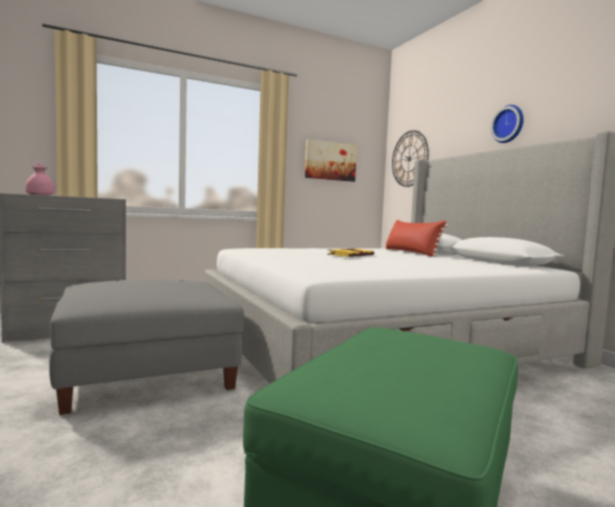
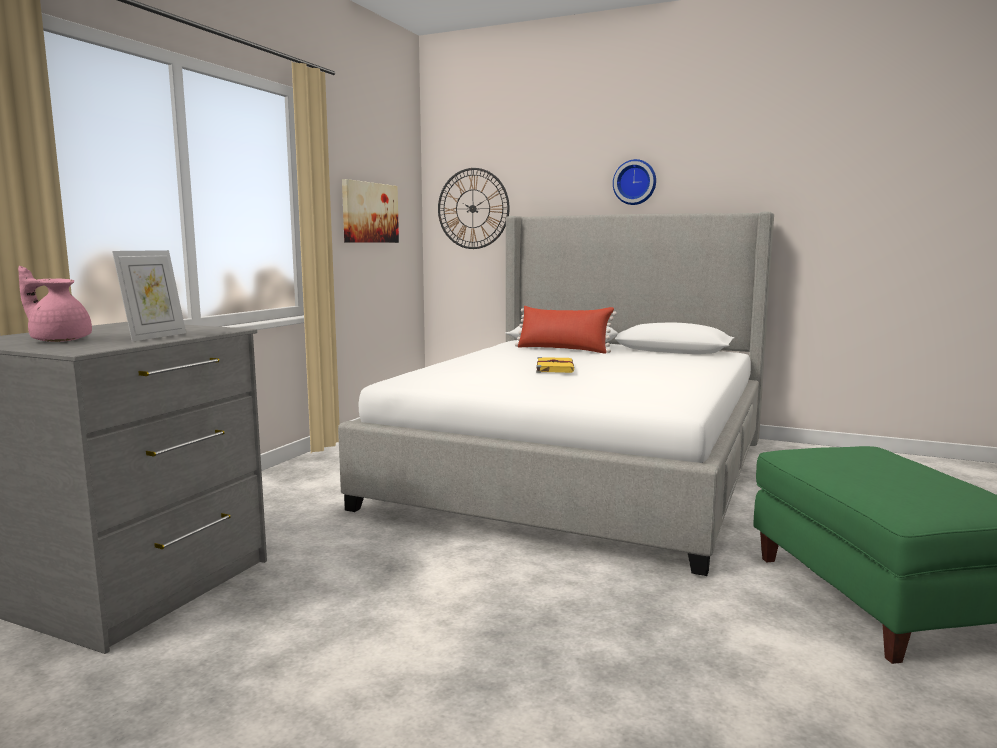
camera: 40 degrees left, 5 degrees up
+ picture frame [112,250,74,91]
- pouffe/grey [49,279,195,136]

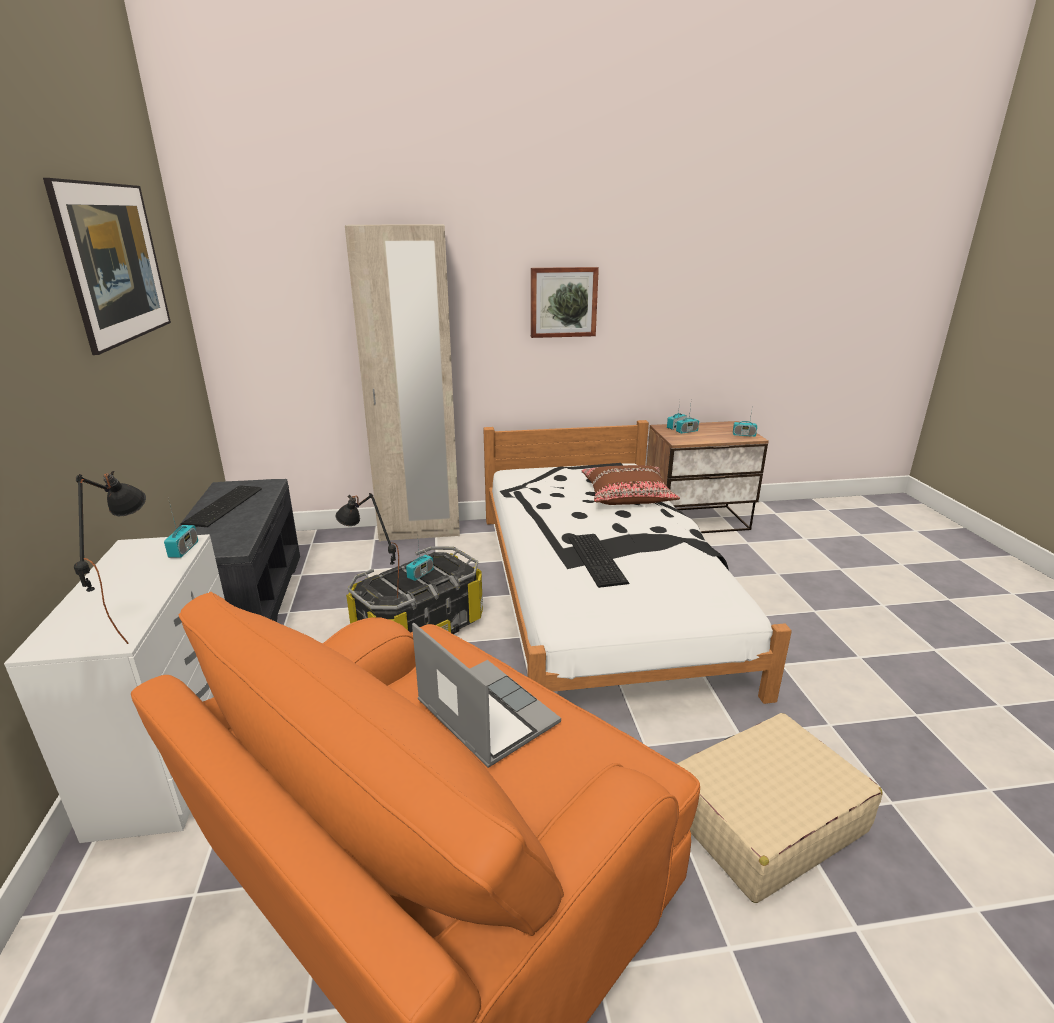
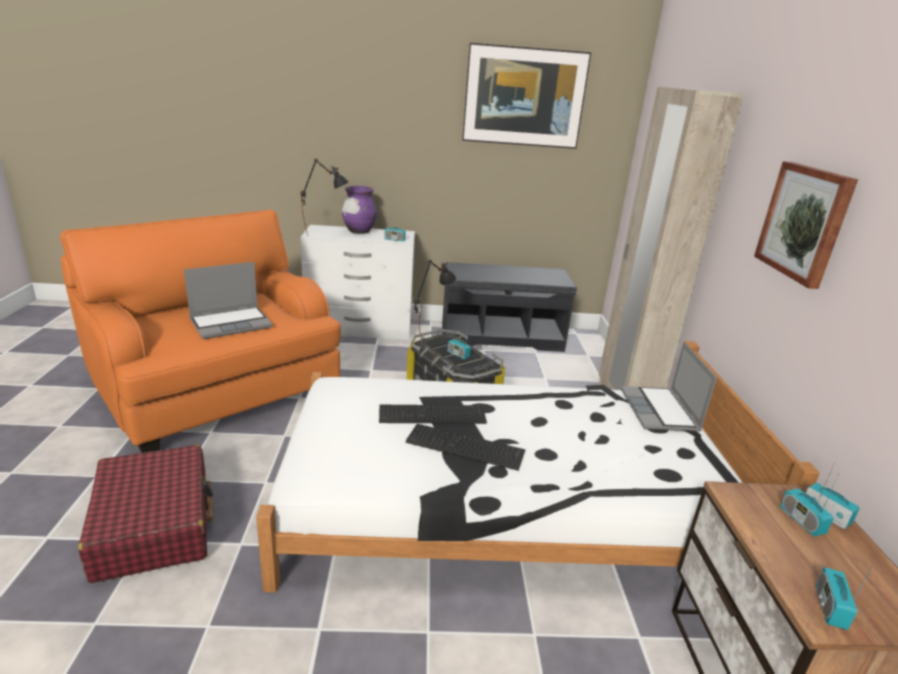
camera: 95 degrees right, 0 degrees up
~ travel case/sand-coloured [677,713,206,190] to travel case/red-coloured [78,445,136,138]
+ vase/purple-coloured [342,186,35,48]
~ computer keyboard [181,485,81,42] to [406,424,119,47]
+ laptop [621,342,96,89]
- pillow/brown [581,465,99,40]

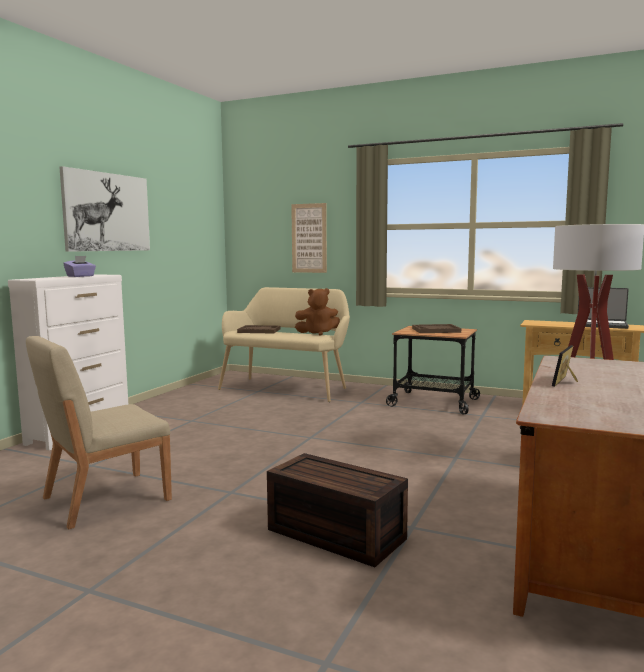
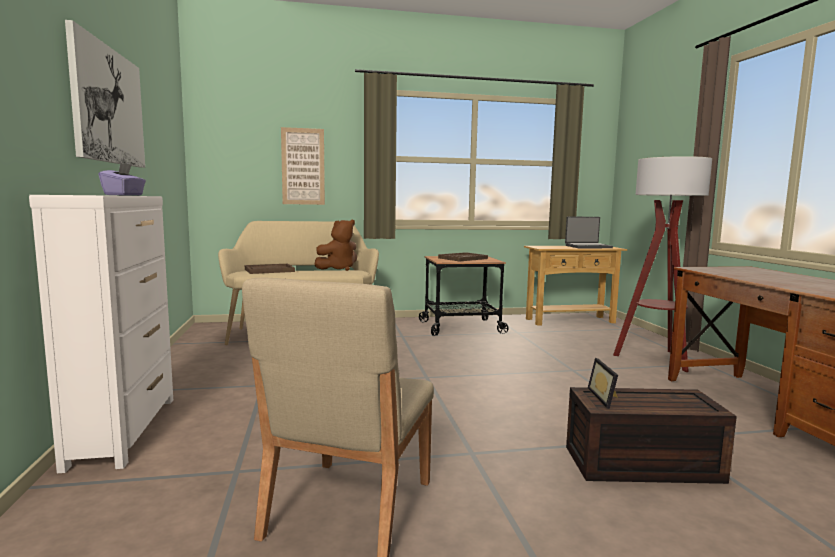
camera: 35 degrees left, 0 degrees up
~ picture frame [552,345,26,42] to [588,358,30,51]

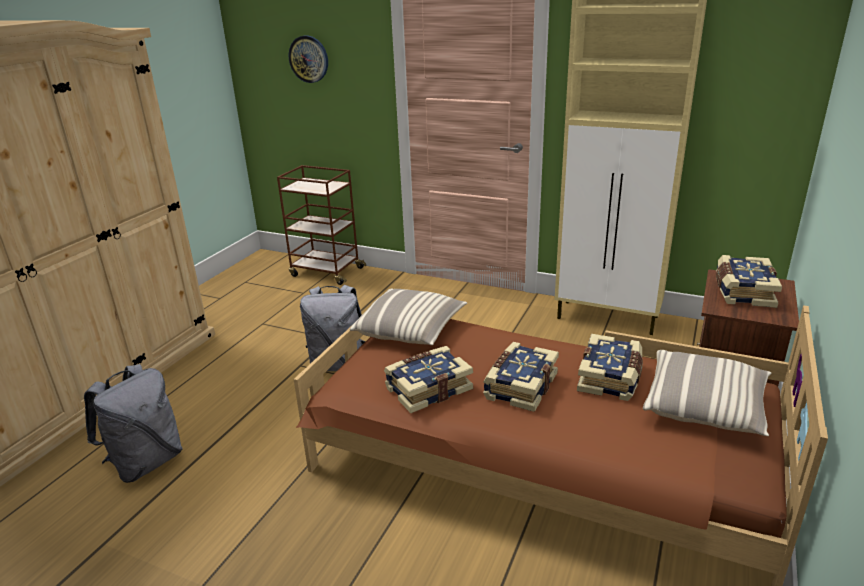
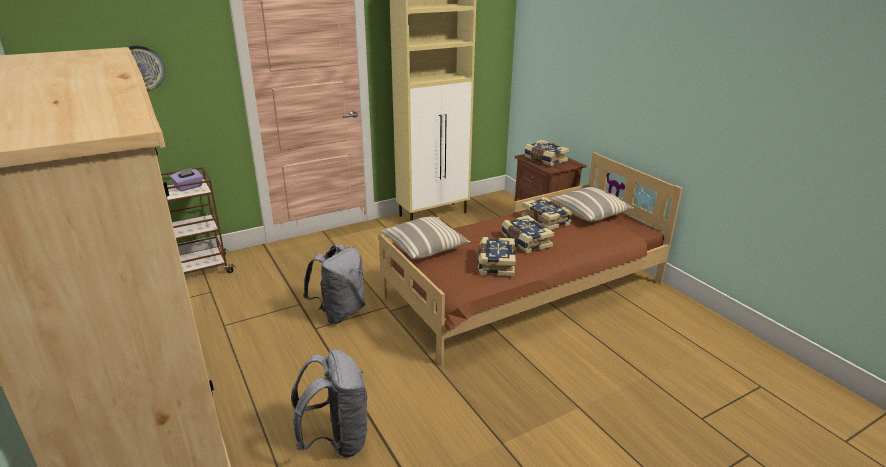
camera: 55 degrees left, 0 degrees up
+ box of tissues/purple-coloured [170,168,33,23]

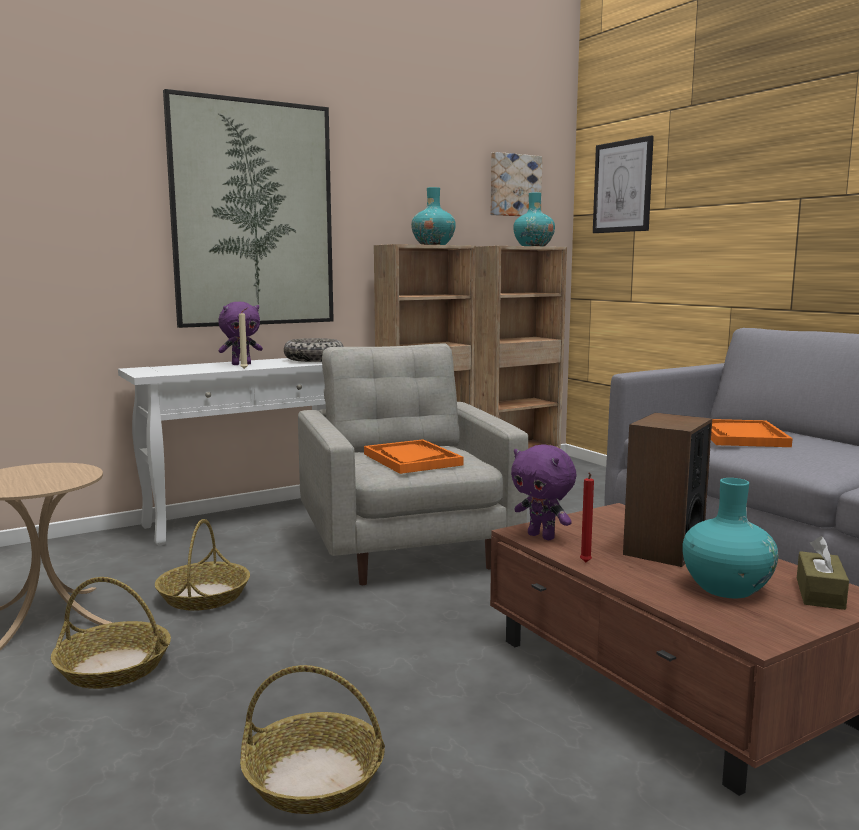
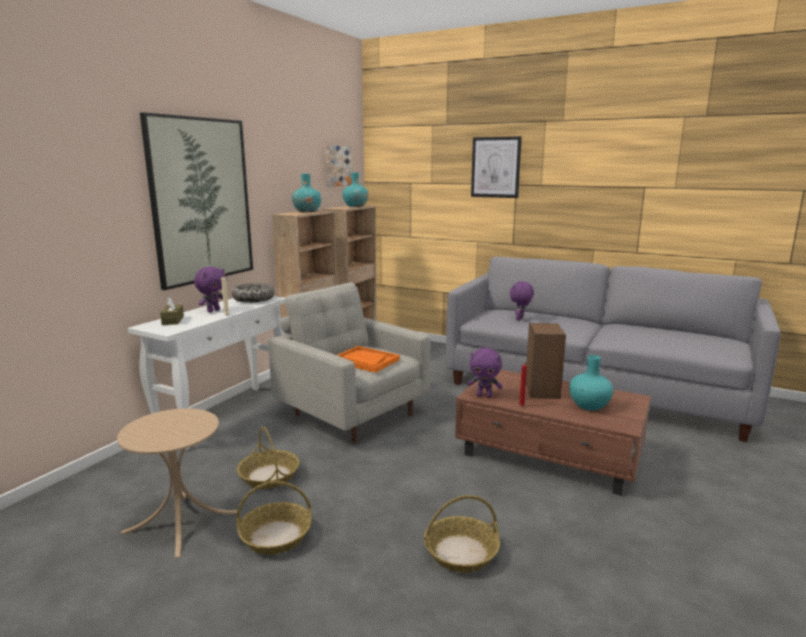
camera: 30 degrees left, 5 degrees up
~ box of tissues/brown [797,536,52,74] to [160,297,24,28]
~ picture [593,136,61,97] to [471,136,51,62]
~ tray/orange-coloured [711,419,82,28] to cuddly toy/purple-coloured [510,281,24,40]

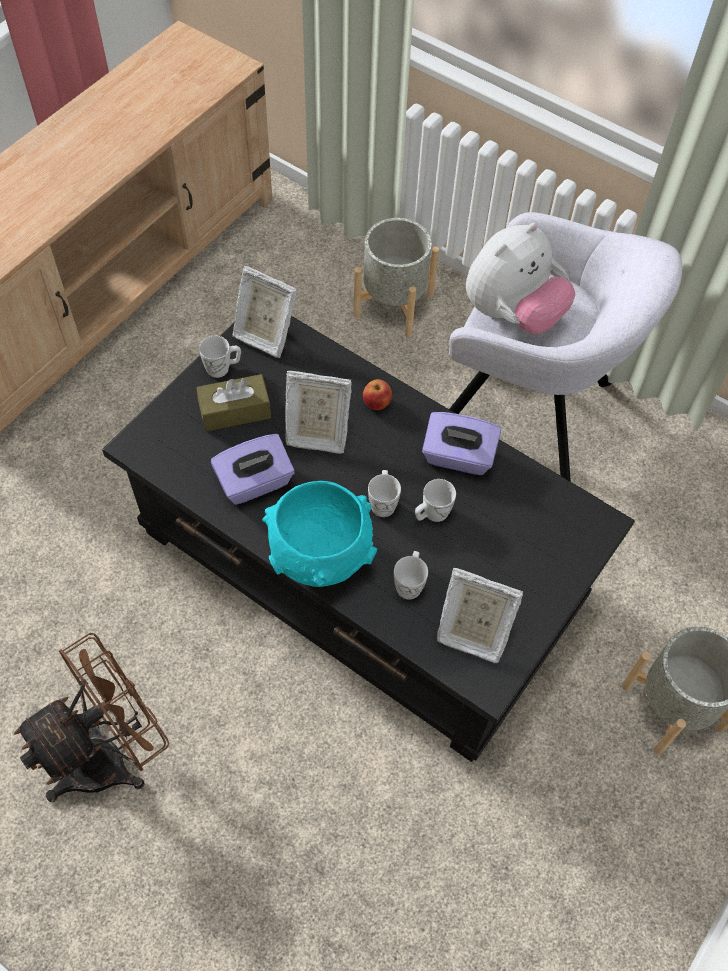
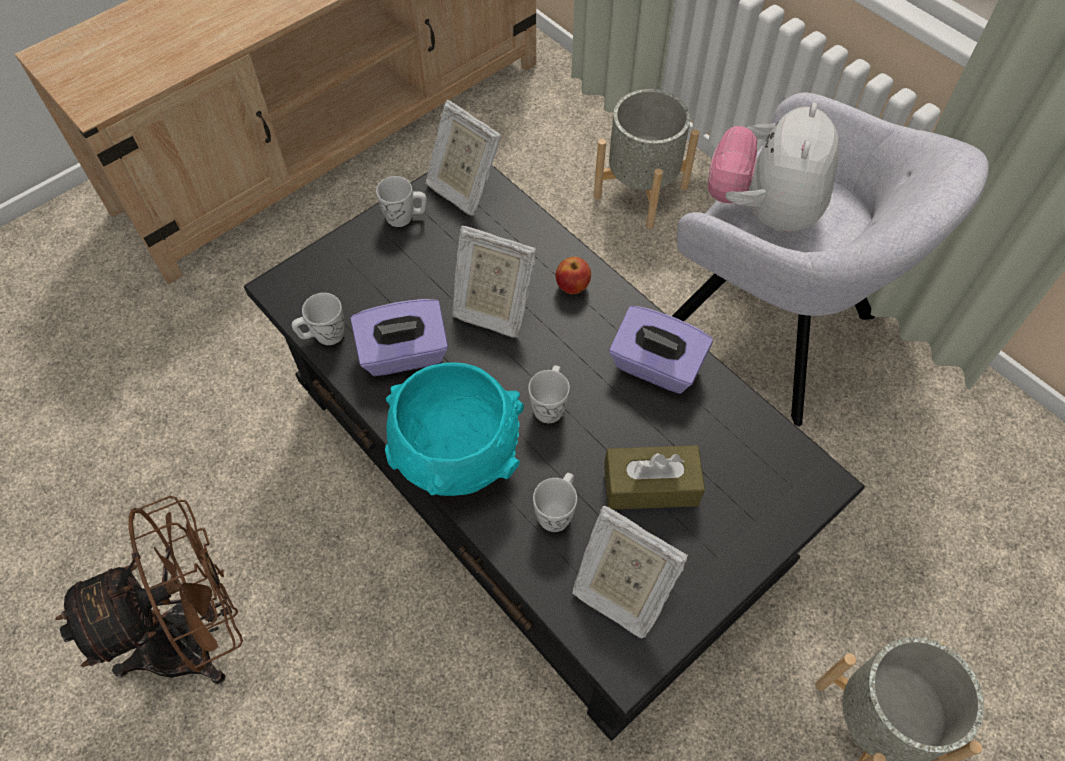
camera: 15 degrees right, 0 degrees up
~ mug/white-coloured [415,479,41,43] to [292,293,52,52]
~ box of tissues/brown [197,374,74,57] to [604,445,101,64]
~ cuddly toy [466,223,109,111] = [708,103,131,129] 135 degrees clockwise

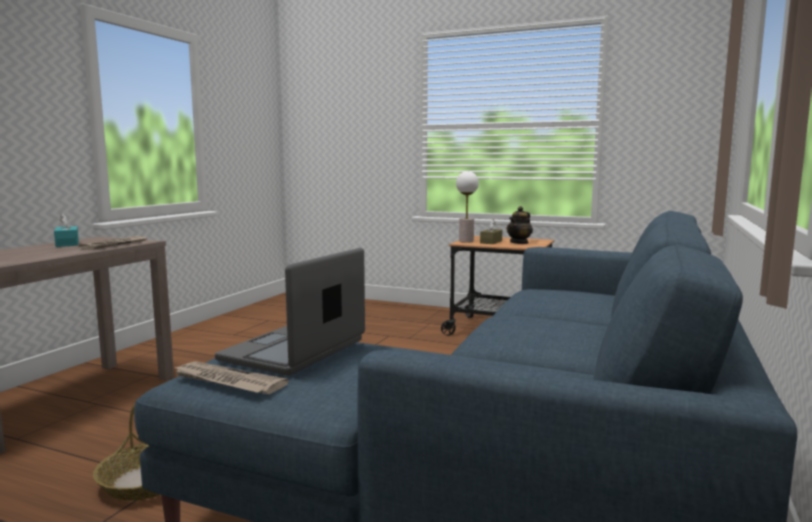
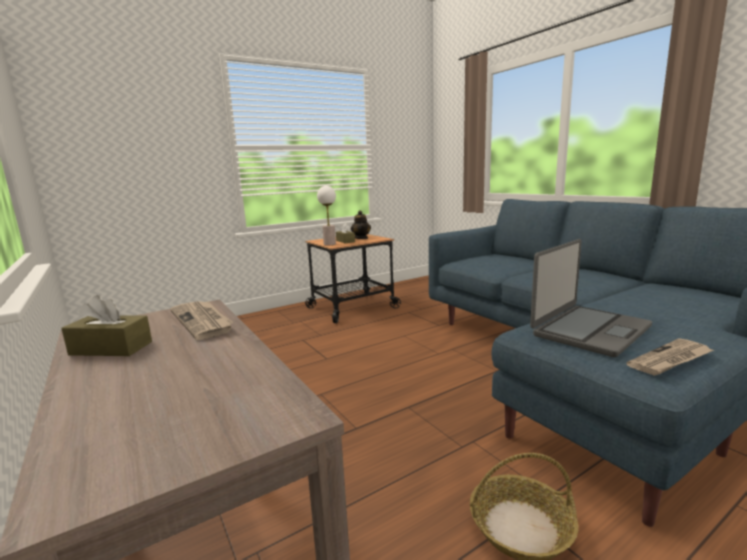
camera: 55 degrees left, 5 degrees up
~ box of tissues/blue-green [54,213,25,34] to box of tissues/brown [61,295,91,61]
~ laptop [215,248,150,128] = [530,239,122,118] 105 degrees counterclockwise

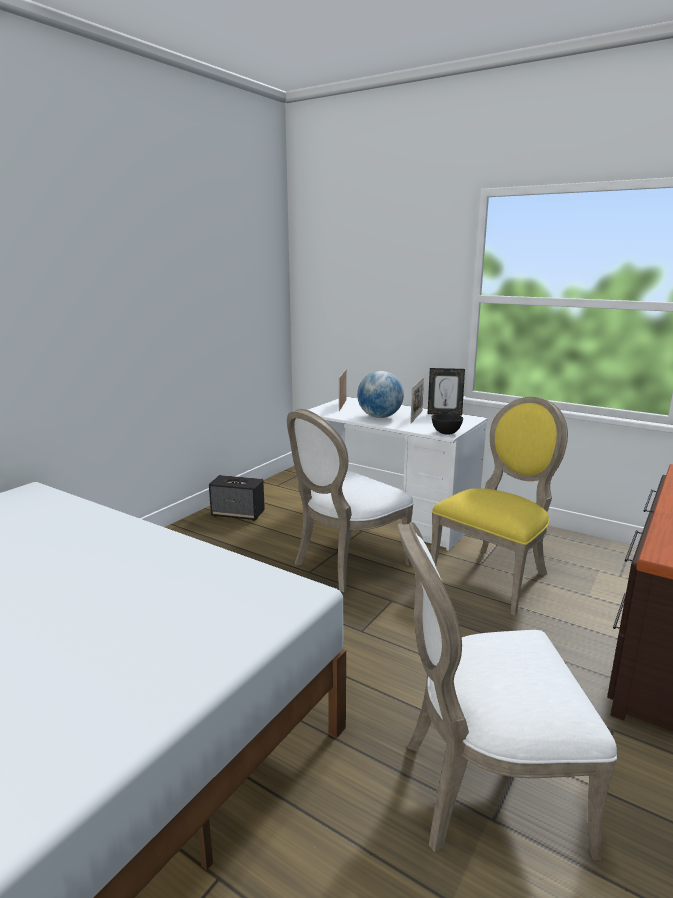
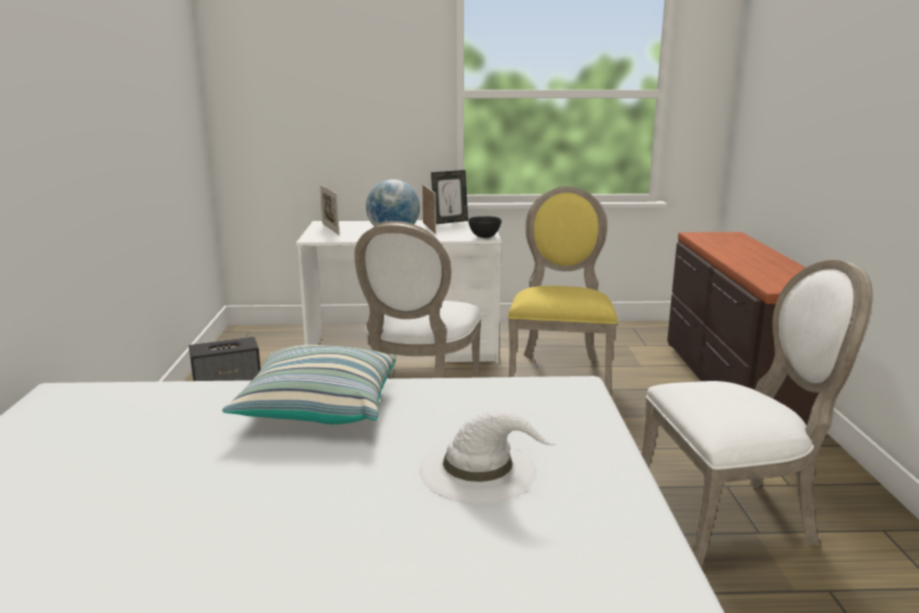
camera: 35 degrees left, 0 degrees up
+ pillow [222,345,174,79]
+ clothing hat/white-coloured [419,410,138,94]
~ upright chair/white-coloured [398,522,219,339] = [642,260,231,309] 150 degrees counterclockwise

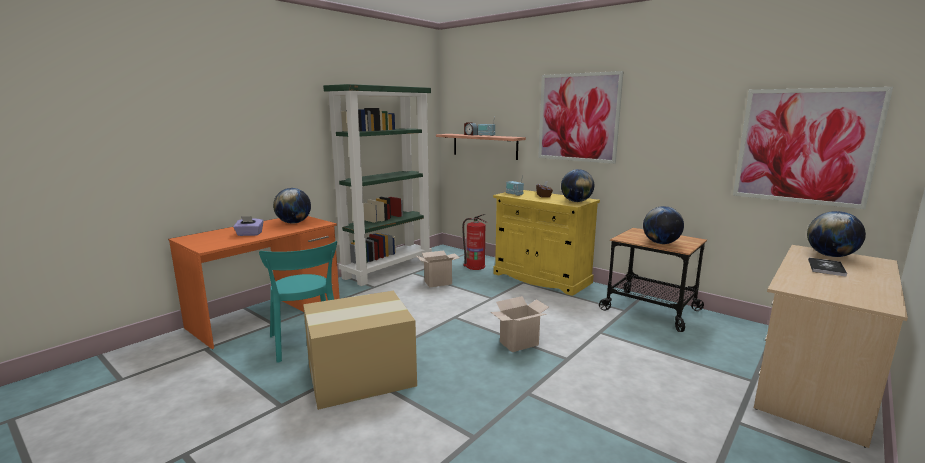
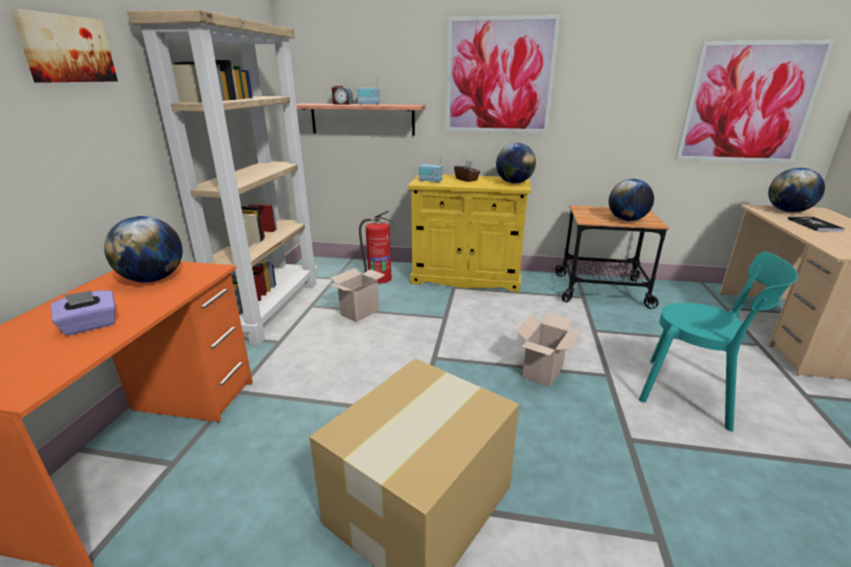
camera: 30 degrees left, 10 degrees up
+ picture [10,9,108,74]
~ bookcase/greenish [323,84,109,202] to bookcase/sand-coloured [128,9,190,337]
~ upright chair/blue-green [259,241,78,122] to [639,252,159,180]

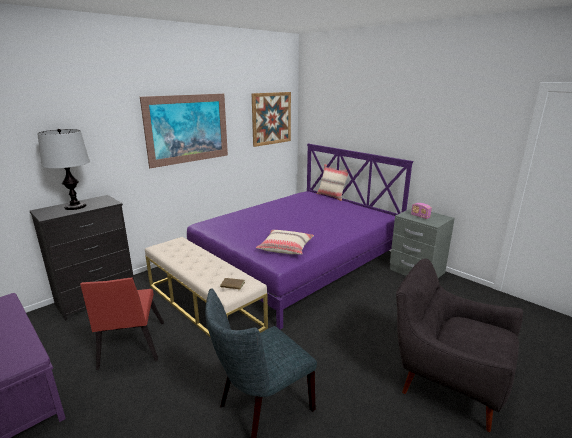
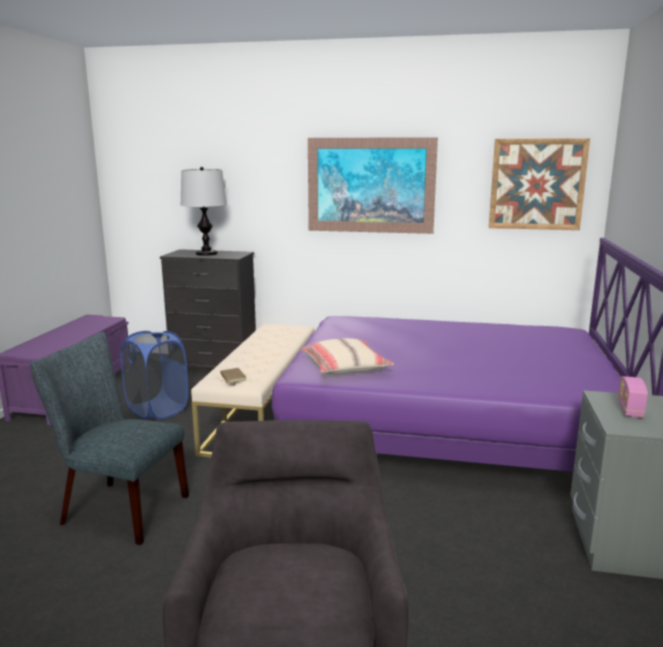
camera: 55 degrees right, 5 degrees down
~ upright chair/red-coloured [80,277,84,93] to hamper/bluish [120,331,69,88]
- pillow/sand-coloured [317,164,34,37]

